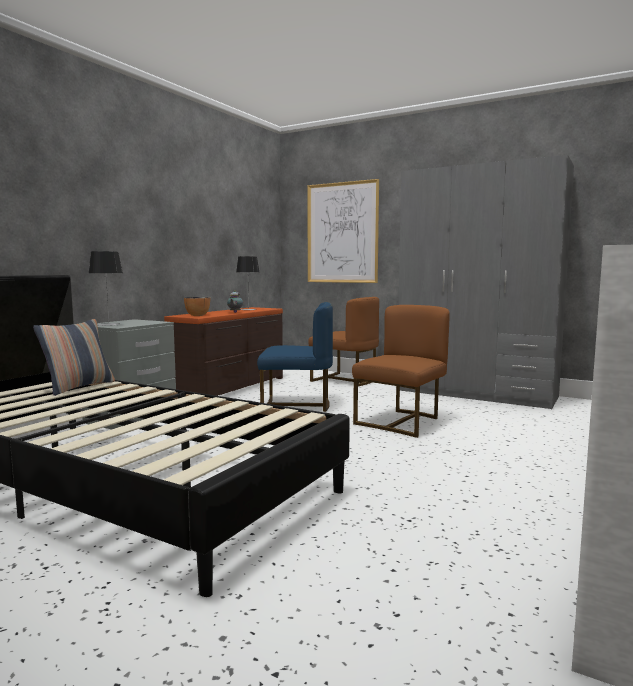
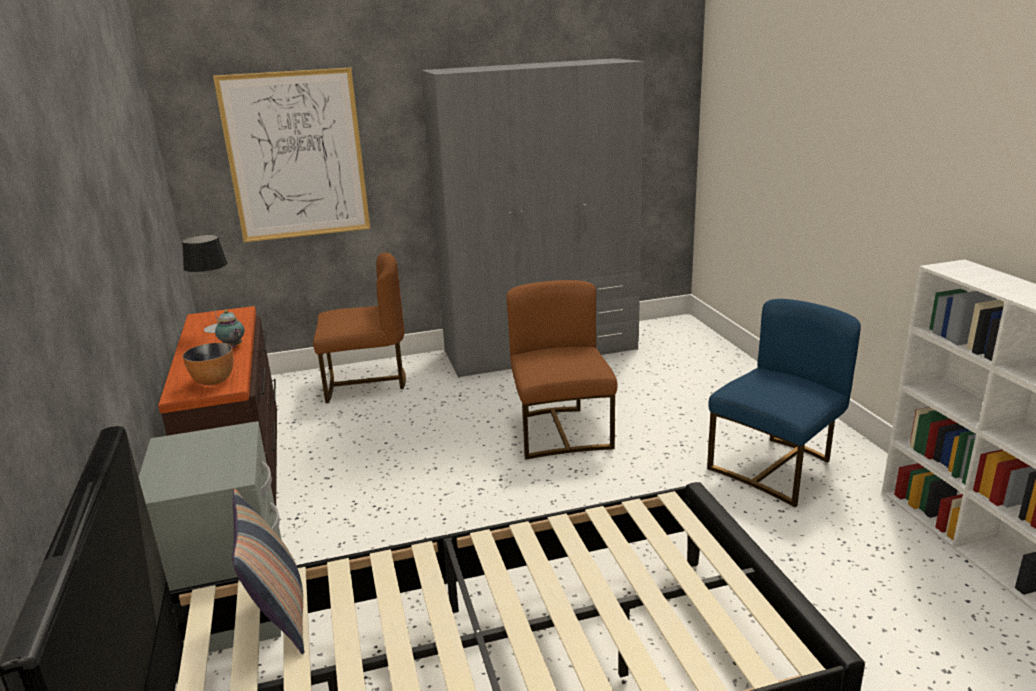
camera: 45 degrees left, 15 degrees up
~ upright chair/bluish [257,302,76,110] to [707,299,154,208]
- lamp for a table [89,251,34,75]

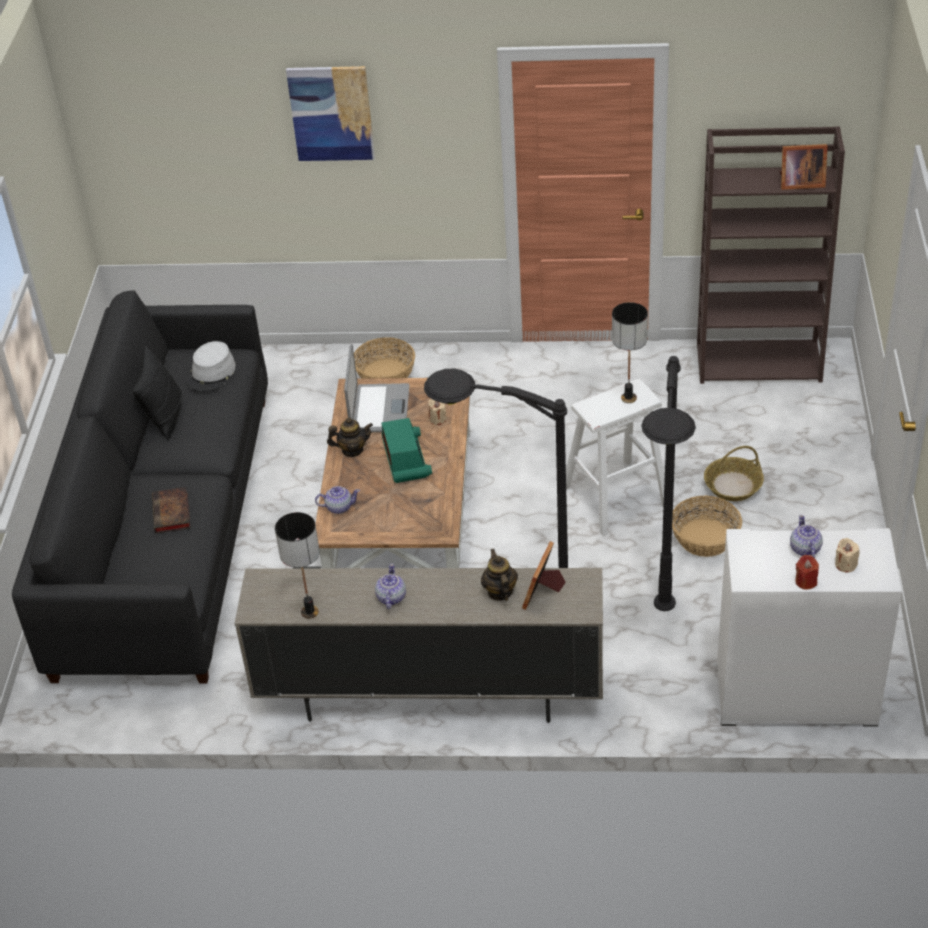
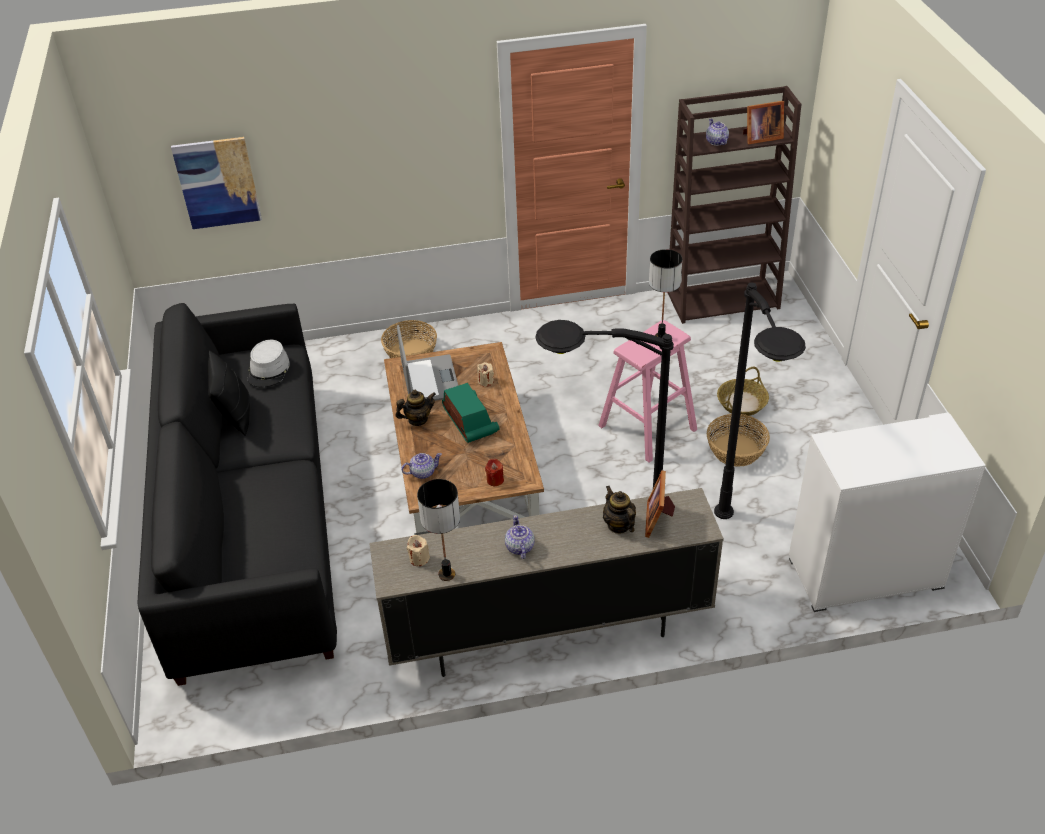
camera: 15 degrees left, 0 degrees up
~ picture [286,66,89,95] to [171,137,91,92]
~ wax light/sand-coloured [835,538,25,35] to [407,535,23,31]
~ wax light/red-coloured [795,555,24,34] to [485,459,19,27]
~ stool seat/white-coloured [566,379,99,157] to stool seat/pink-coloured [598,320,99,143]
~ pot for tea [790,515,33,43] to [706,118,23,28]
- bound book [152,487,38,46]

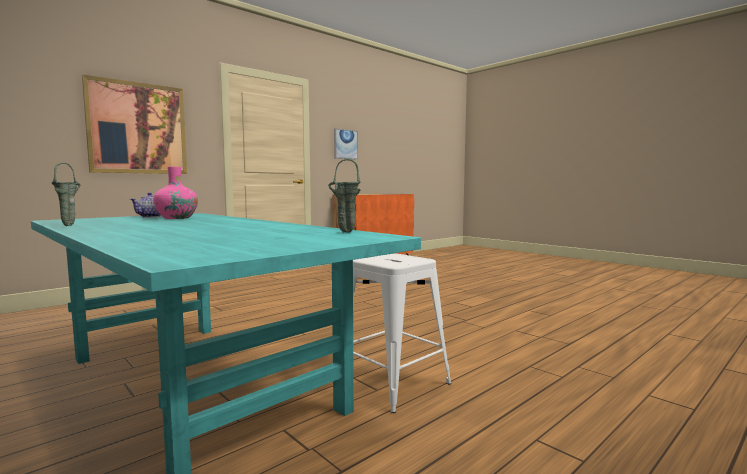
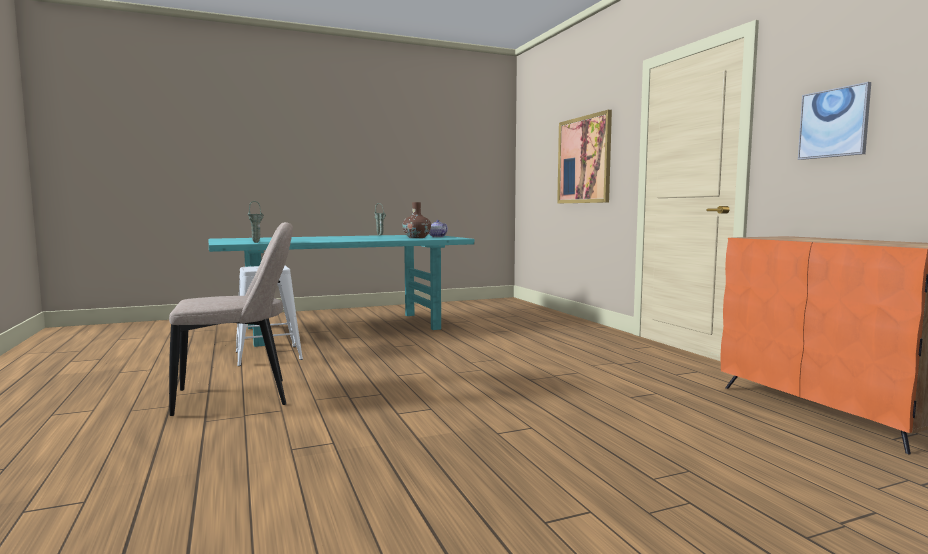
camera: 110 degrees right, 0 degrees up
+ upright chair/sand-coloured [169,222,124,194]
~ vase/pink-coloured [153,167,45,52] to vase/brown [403,202,28,36]

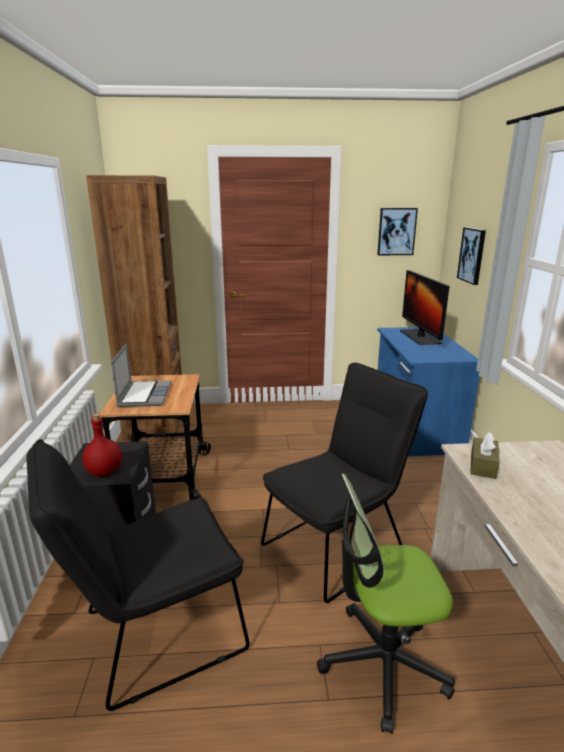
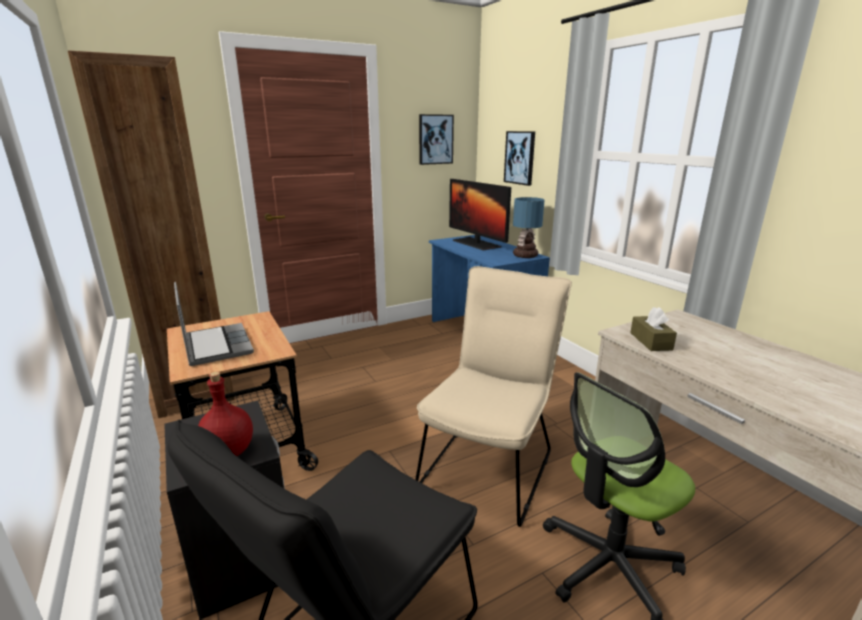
camera: 25 degrees left, 0 degrees up
~ upright chair/black [261,363,167,240] to upright chair/sand-coloured [415,266,157,261]
+ lamp for a table [513,197,32,61]

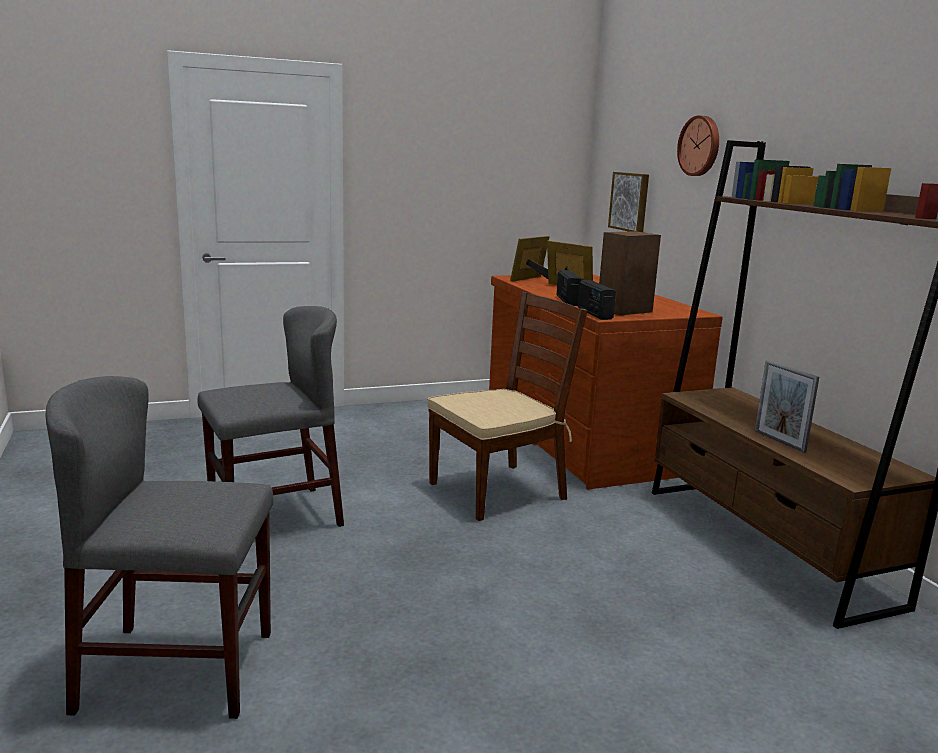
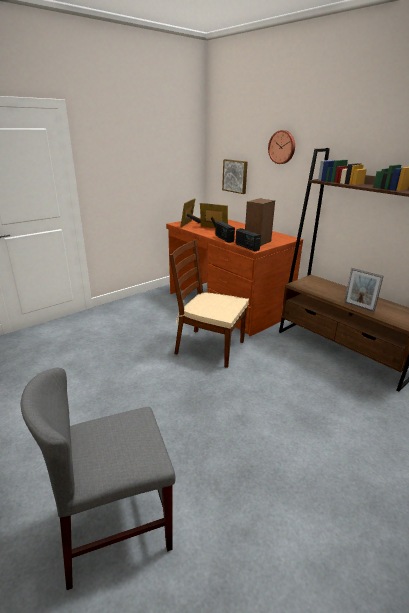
camera: 20 degrees left, 10 degrees up
~ upright chair/brown [427,292,160,229] = [169,240,80,128] 105 degrees counterclockwise
- upright chair/grey [197,306,147,221]

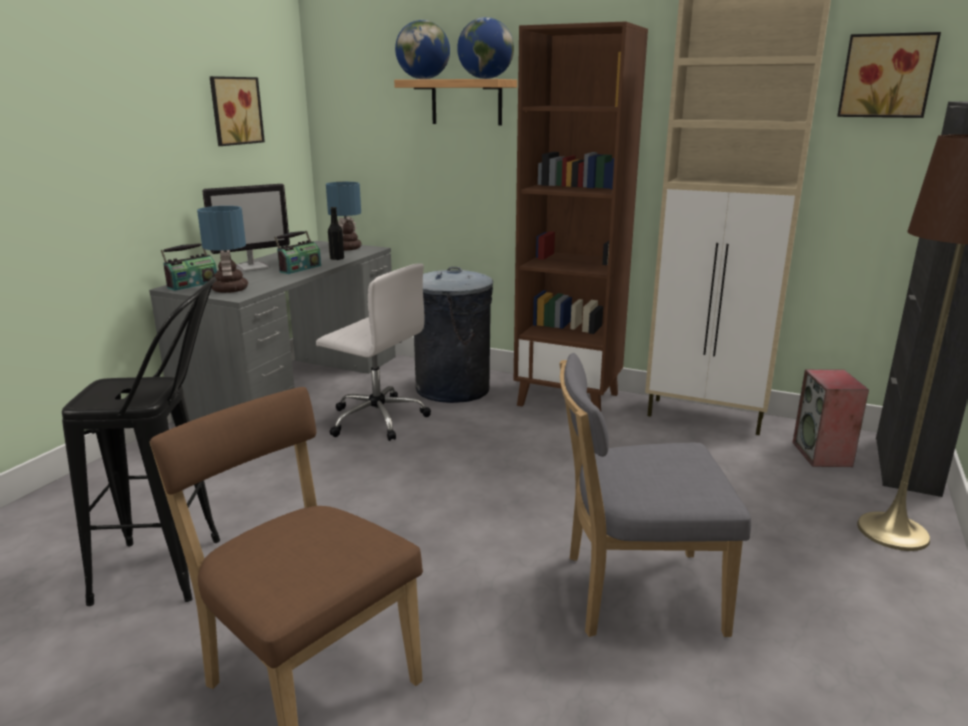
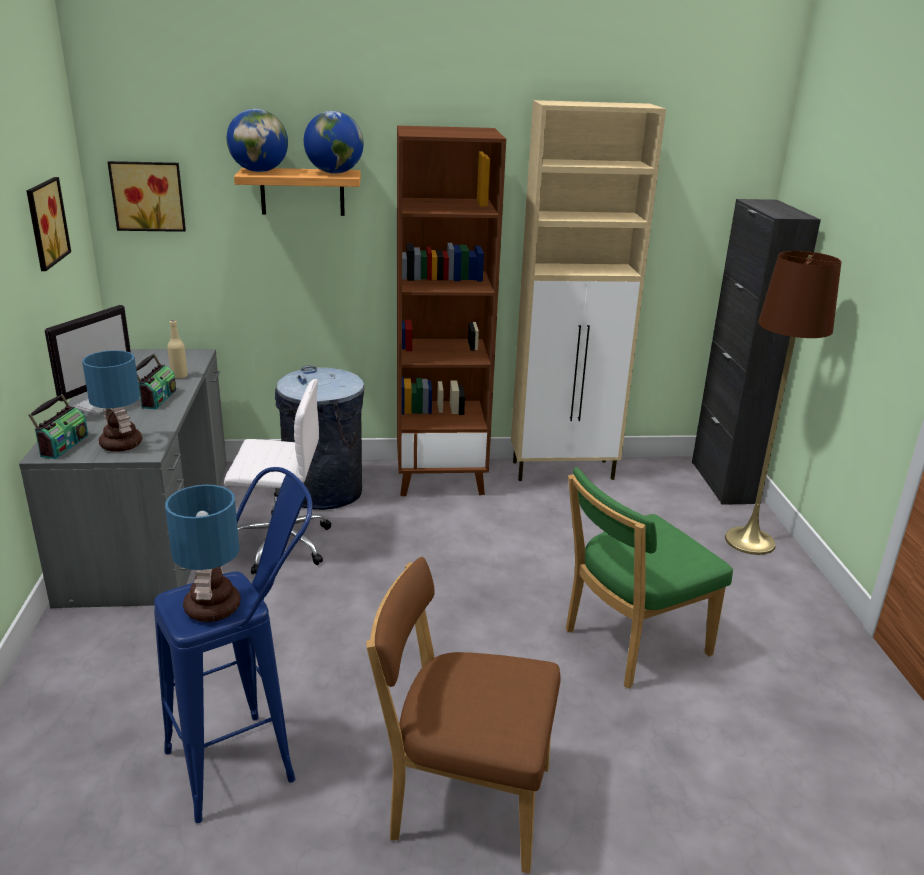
camera: 30 degrees left, 5 degrees up
~ picture [837,32,104,86] to [108,161,78,71]
~ stool seat/black [62,277,158,329] to stool seat/bluish [154,467,158,356]
~ lamp for a table [326,182,36,68] to [165,485,76,137]
~ bottle/black [328,207,16,53] to bottle/sand-coloured [167,320,21,59]
~ upright chair/grey [559,353,192,284] to upright chair/greenish [566,467,167,222]
- speaker [792,369,77,98]

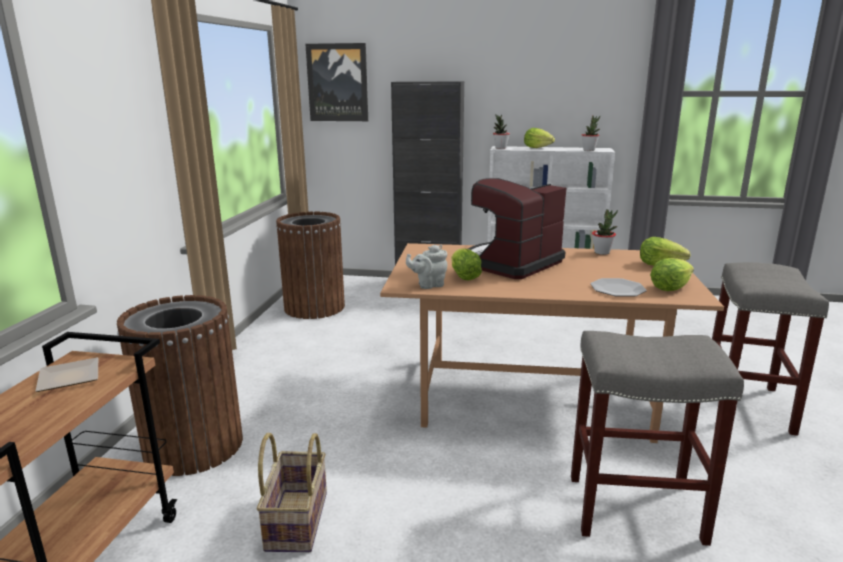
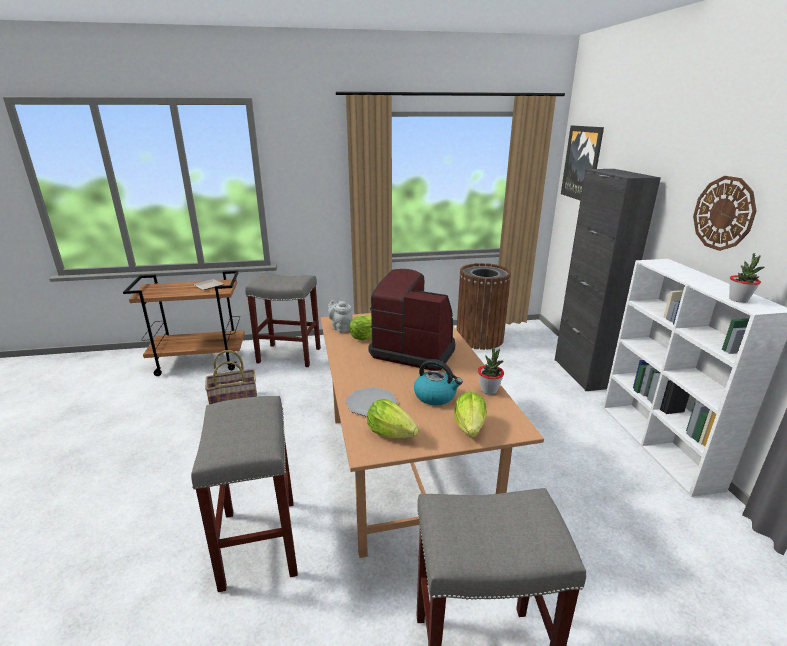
camera: 70 degrees right, 5 degrees up
~ trash can/brown [117,295,126,181] to stool seat/grey [245,273,76,94]
+ water kettle [414,359,49,47]
+ clock on the wall [693,176,63,75]
- plant in a pot [493,114,17,35]
- head of lettuce [524,128,31,20]

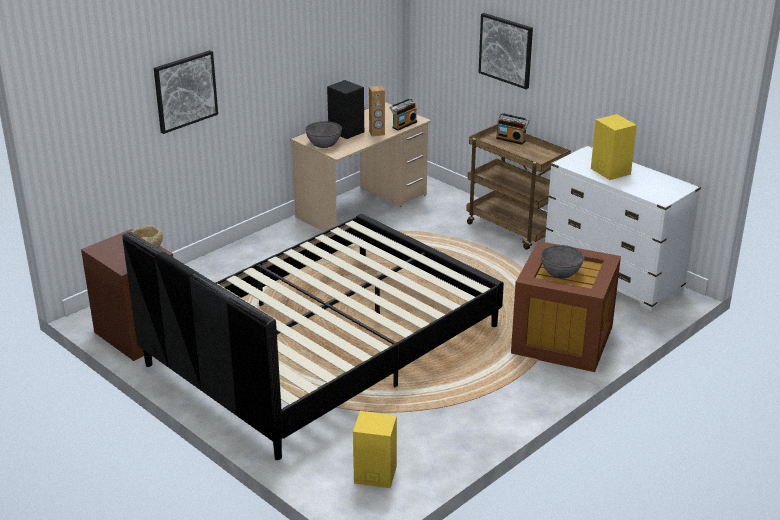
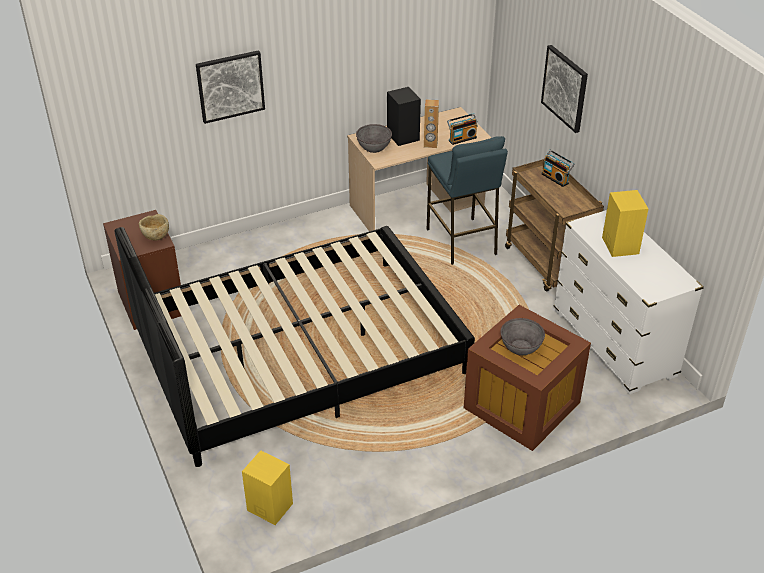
camera: 20 degrees right, 10 degrees up
+ stool seat/bluish [427,136,81,129]

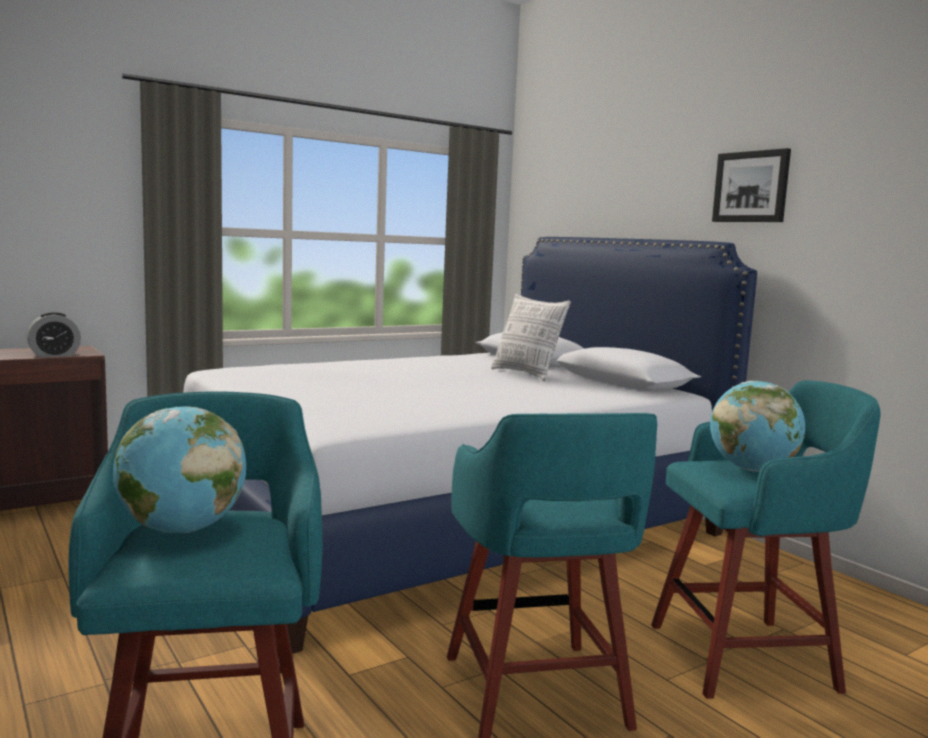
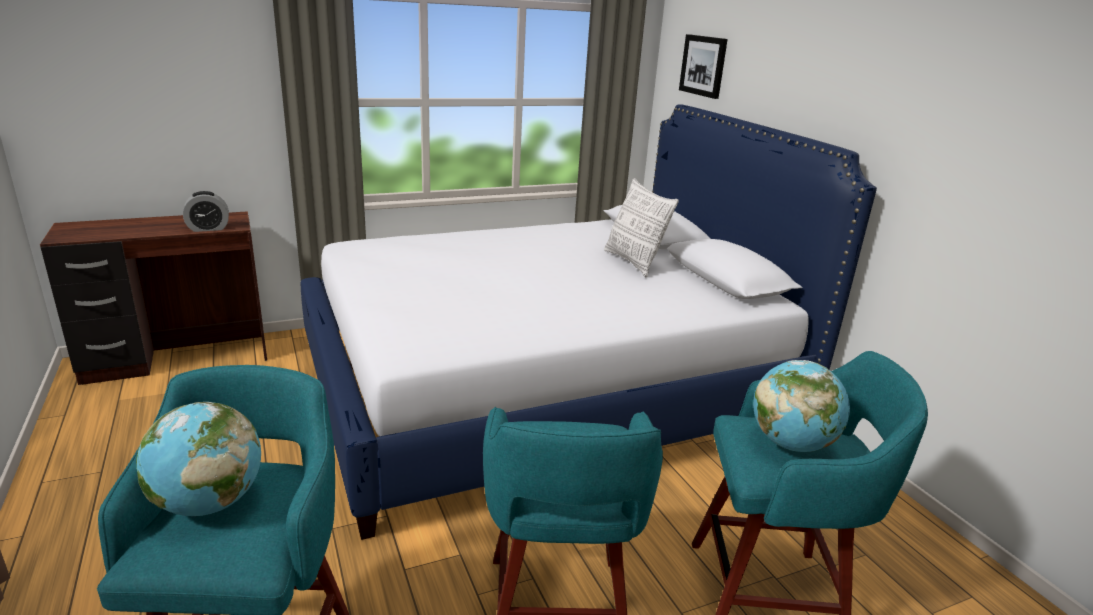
camera: 10 degrees right, 15 degrees up
~ picture [712,148,79,74] to [679,34,49,65]

